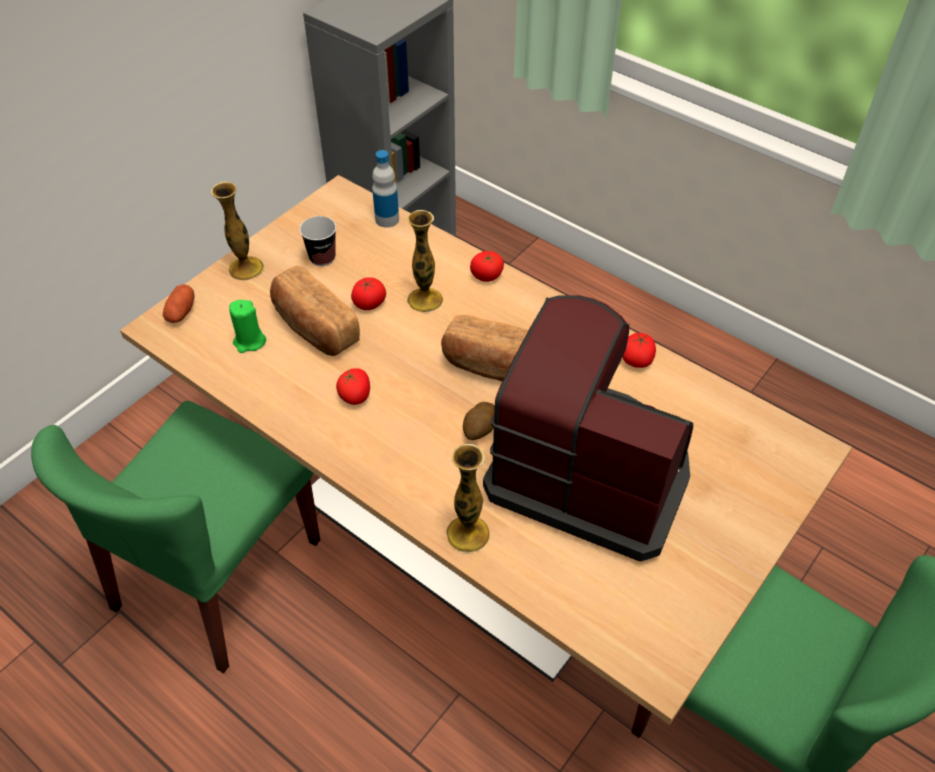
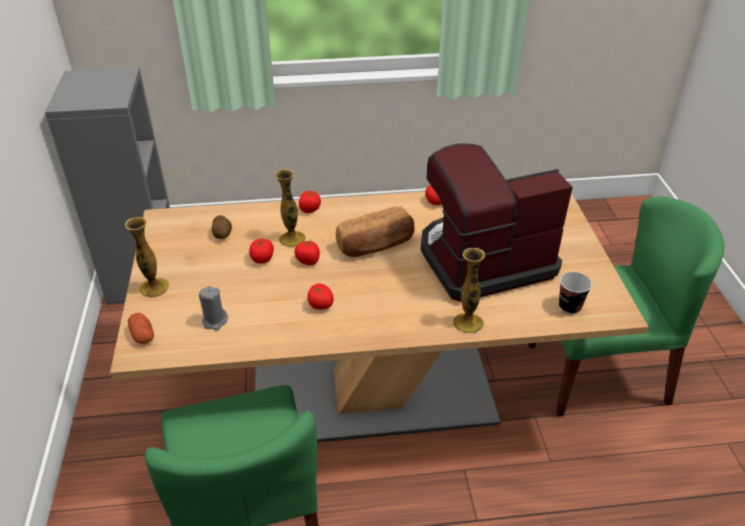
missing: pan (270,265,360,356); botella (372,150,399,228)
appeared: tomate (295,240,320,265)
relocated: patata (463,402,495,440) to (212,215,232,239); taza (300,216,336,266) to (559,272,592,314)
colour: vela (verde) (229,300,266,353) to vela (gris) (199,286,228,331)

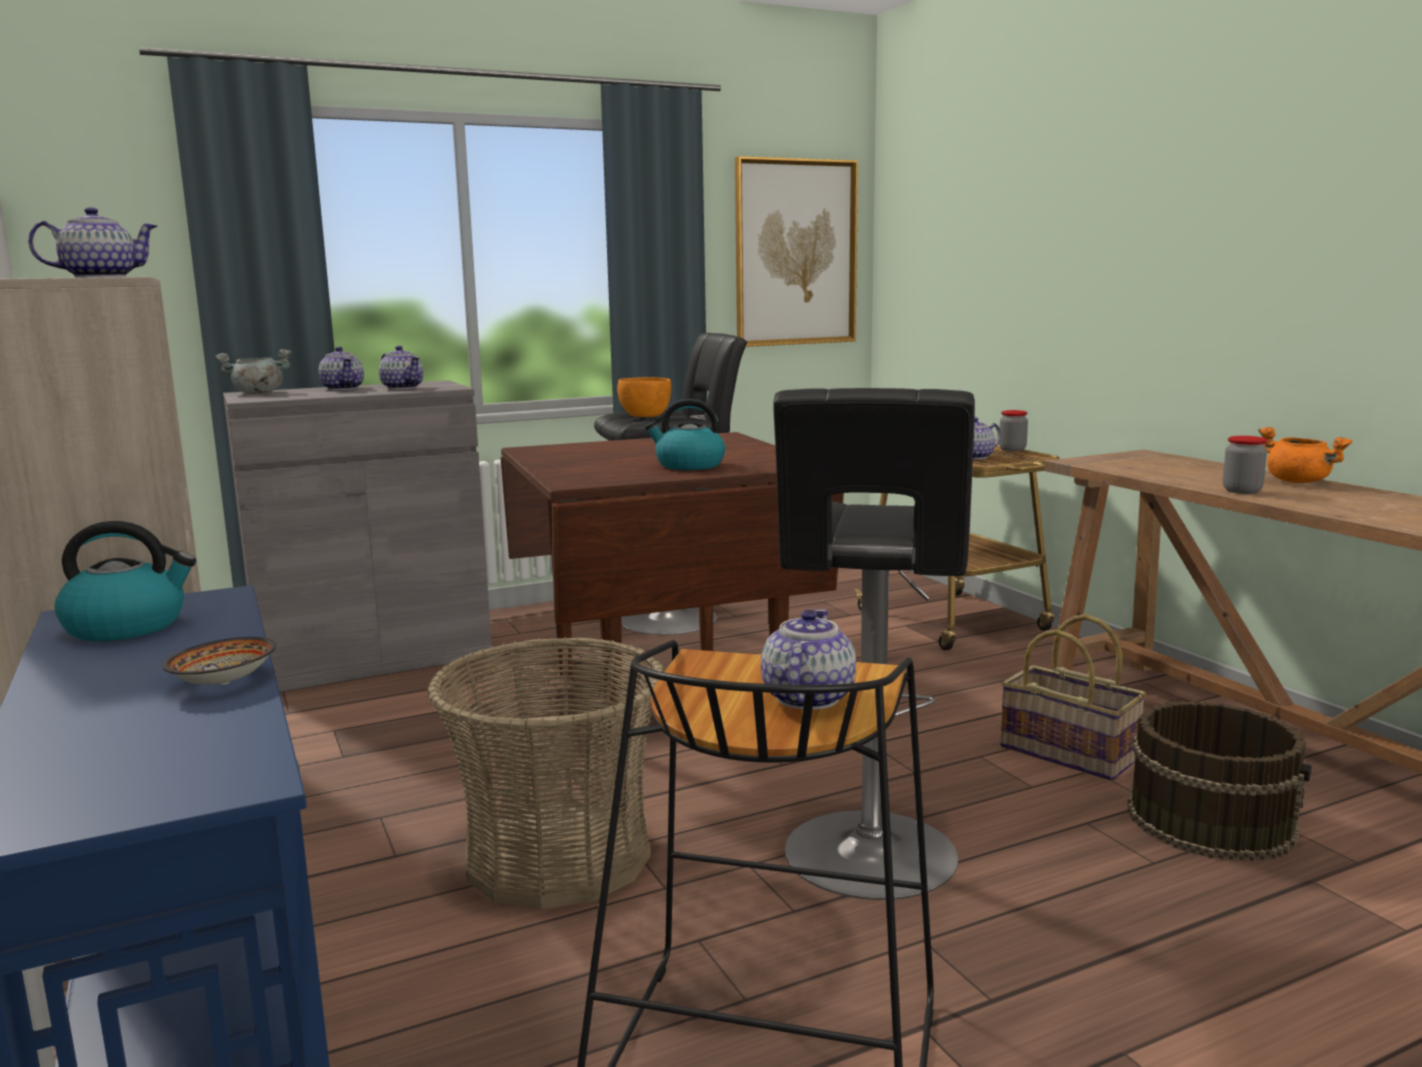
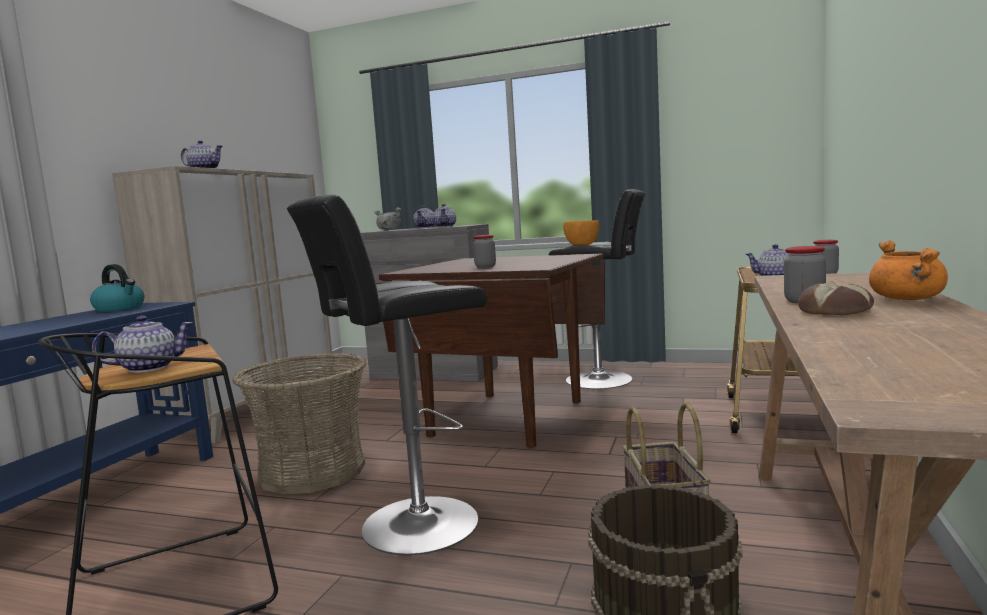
missing: cuenco (162,637,277,685); cuadro (735,156,858,347)
appeared: pan (798,281,874,315)
exchanged: hervidor (645,399,725,470) to tarro (473,235,496,268)

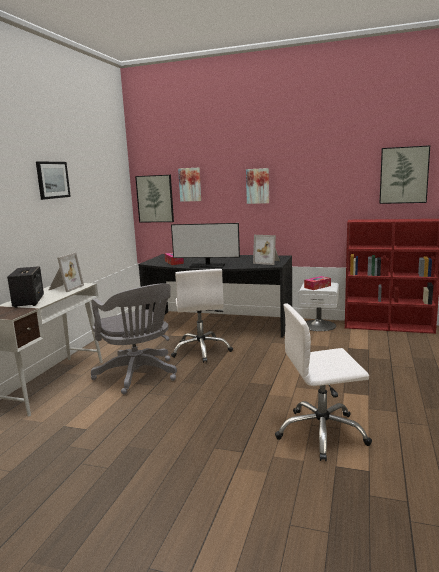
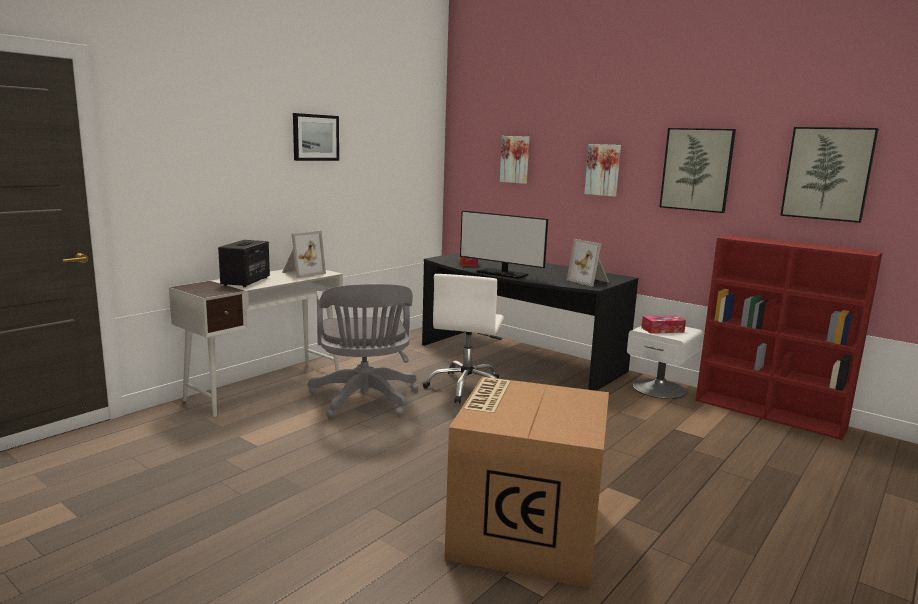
relocated: cuadro (135,175,174,223) to (659,128,736,213)
exchanged: silla de oficina (blanco) (275,303,372,461) to caja de cartón (445,377,609,588)

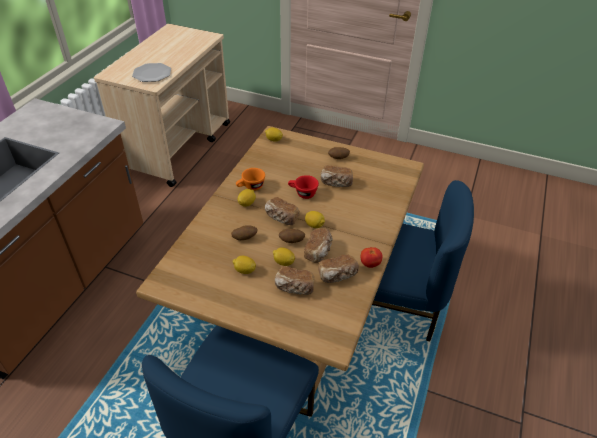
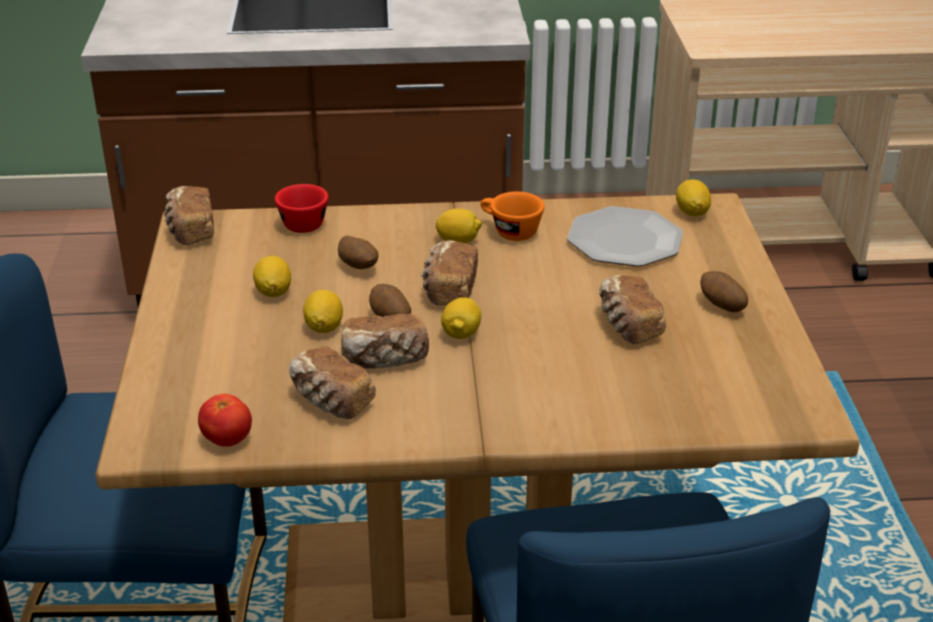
relocated: pan (275,266,314,295) to (164,186,214,245); tomate (361,247,382,268) to (198,394,252,447); taza (rojo) (288,175,319,199) to (275,184,328,233); plato (132,63,171,82) to (567,206,683,267)

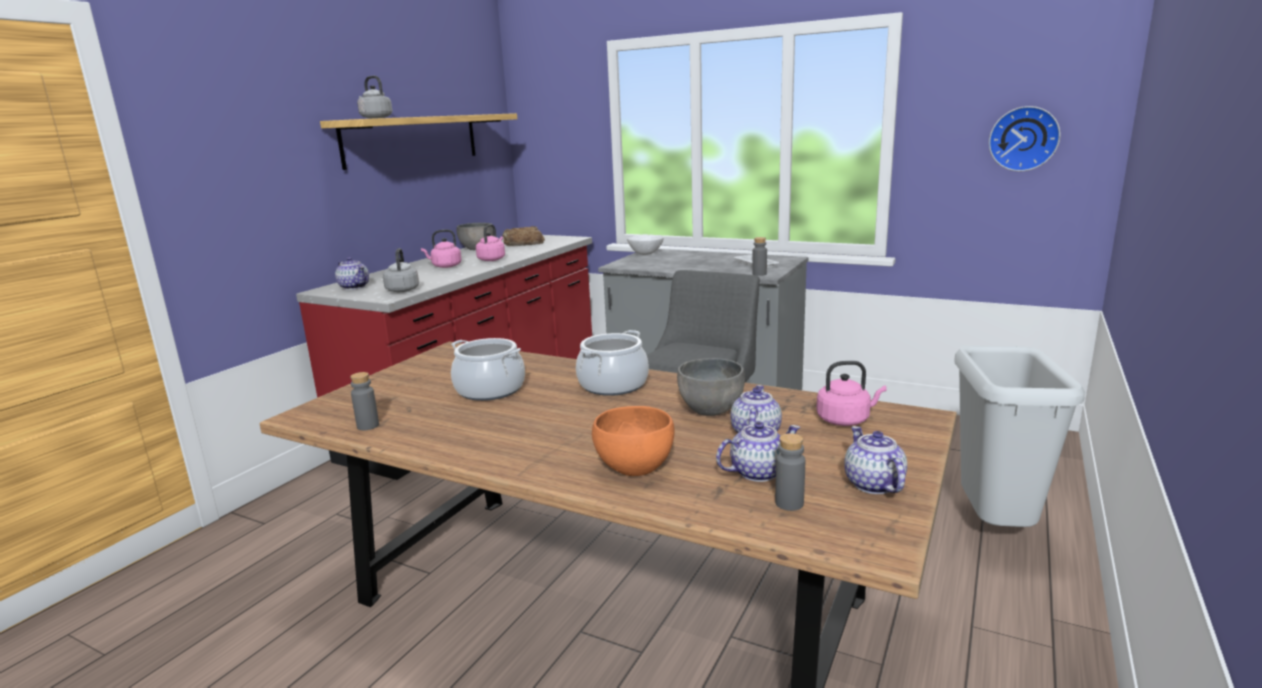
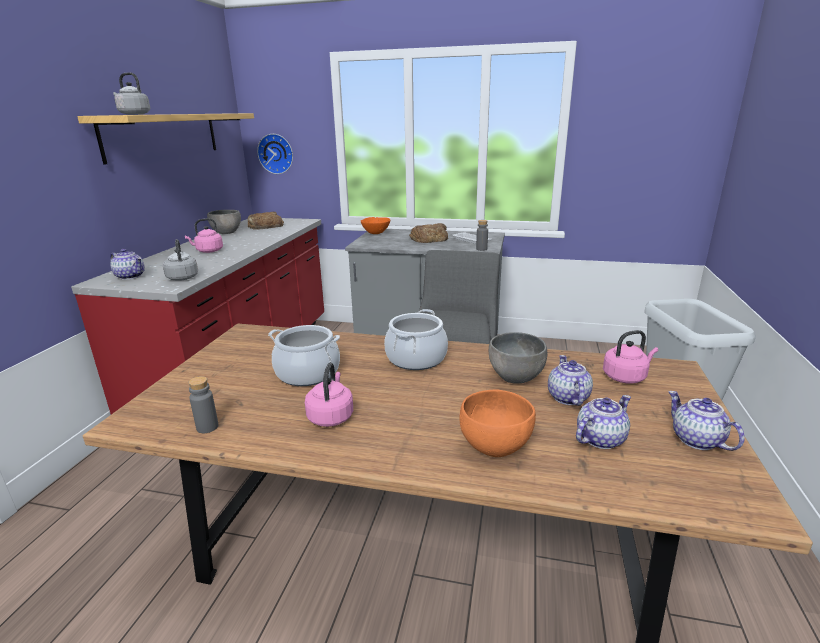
missing: botella (gris) (775,433,805,511)
appeared: pan (409,223,448,243)
relocated: reloj de pared (989,106,1061,171) to (257,134,293,174); hervidor (rosa) (476,224,505,261) to (305,363,353,427)
colour: cuenco (blanco) (627,234,664,255) to cuenco (naranja) (361,217,390,234)

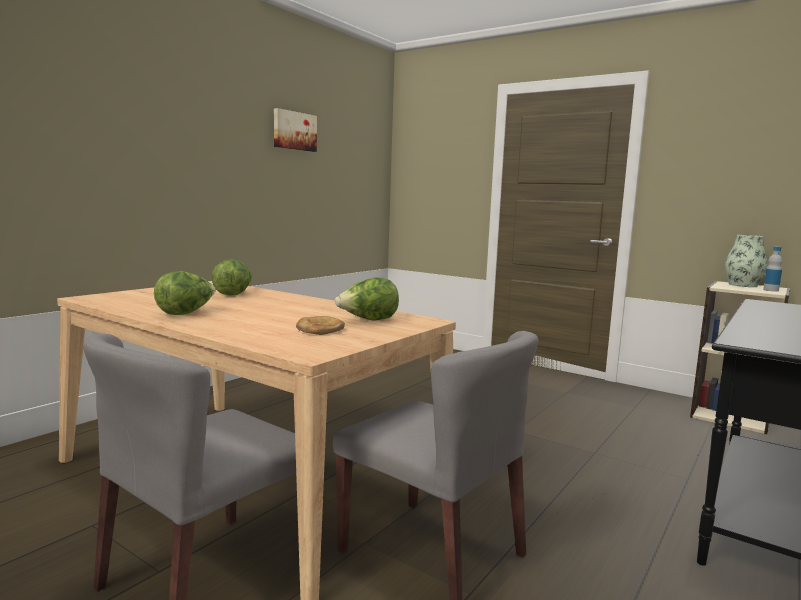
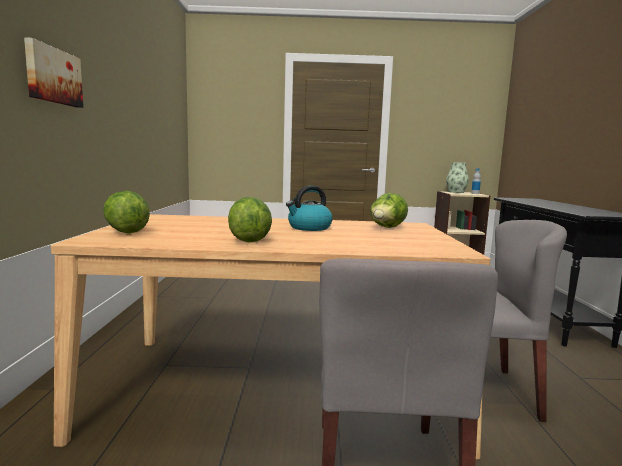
missing: pan (296,316,345,335)
appeared: hervidor (286,186,333,231)
relocated: cuadro (274,108,317,152) to (24,37,83,108); lechuga (211,259,252,296) to (103,191,150,233)

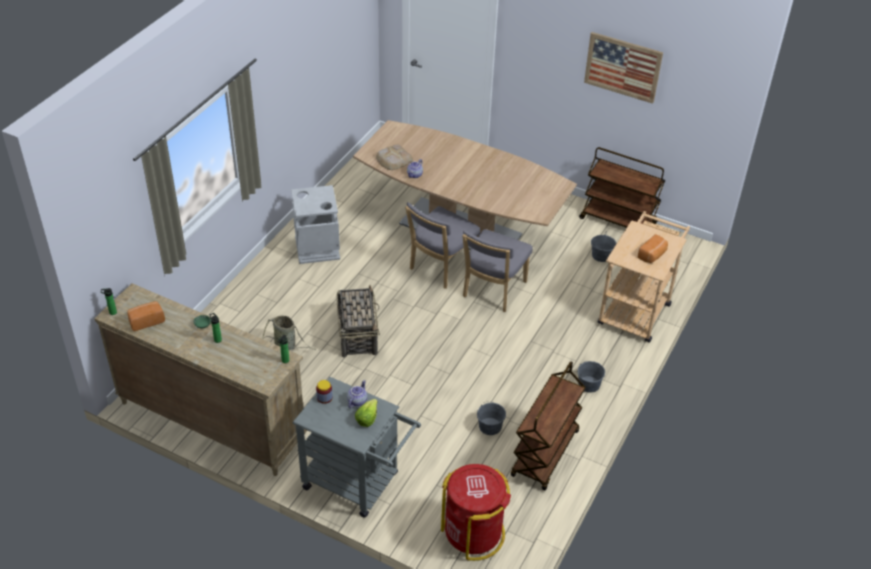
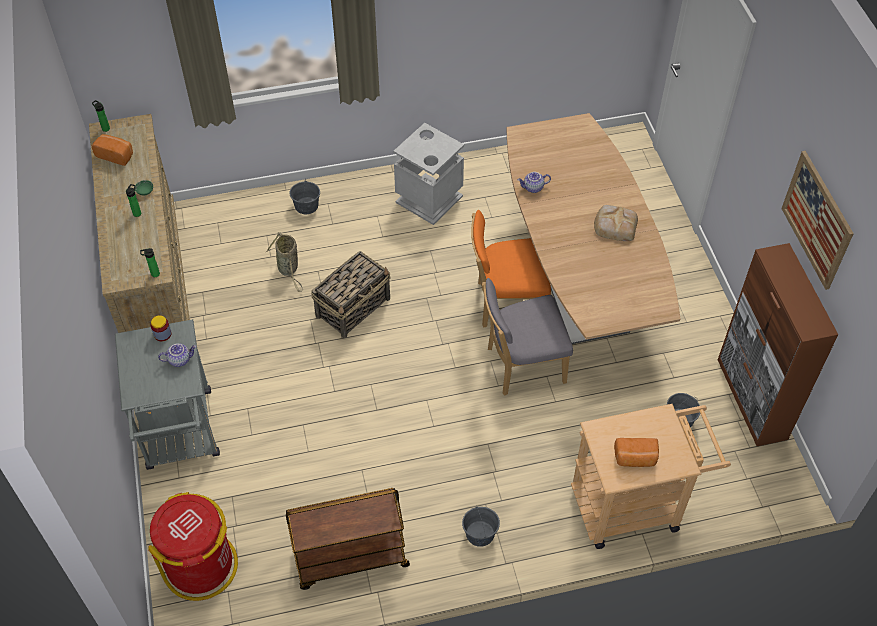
missing: lechuga (355,399,378,427)
relocated: cubo (gris) (477,401,506,435) to (289,181,320,214); pan (376,145,413,170) to (594,205,638,241)
exchanged: carrito (marrón) (579,147,665,228) to armario (marrón) (718,243,838,446)
colour: silla (gris) (405,202,480,289) to silla (naranja) (471,210,551,327)

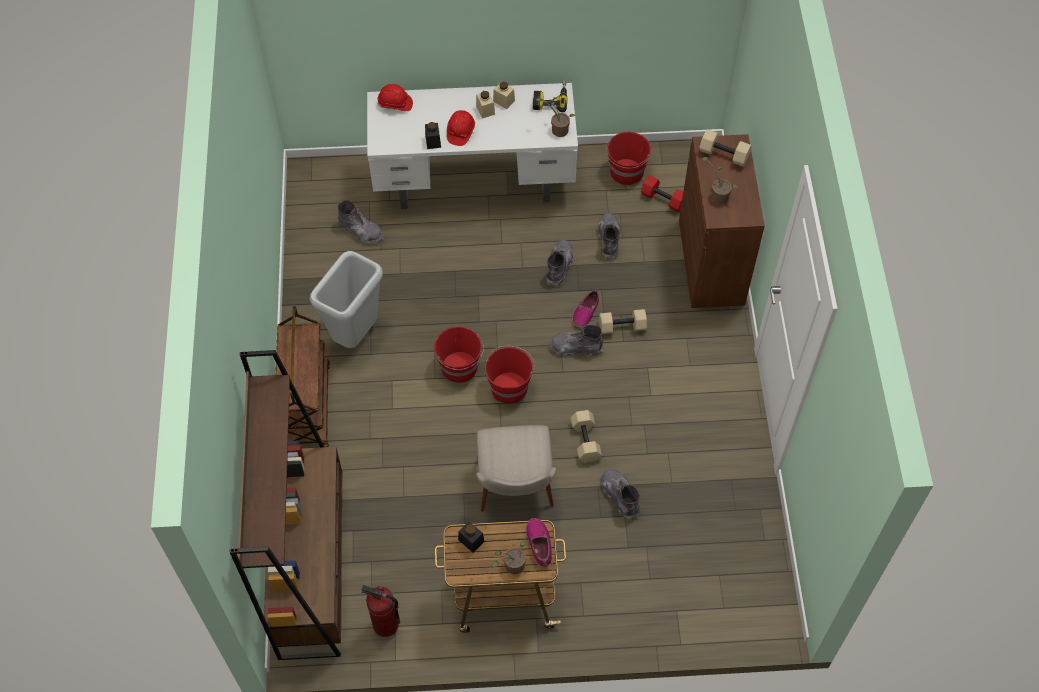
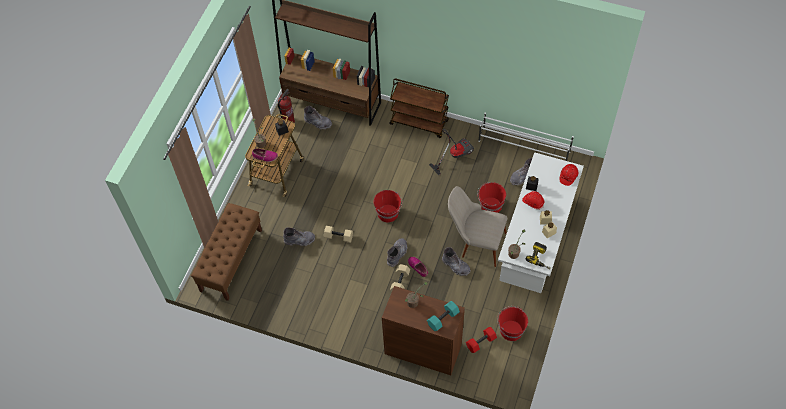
appeared: banco (marrón) (191,203,262,301); zapatero (blanco) (478,112,574,161)
relocated: bota (gris) (598,213,621,260) to (304,106,332,130); silla (beis) (476,425,556,512) to (448,186,507,267); cubo (rojo) (434,326,484,383) to (477,182,506,213)
exchanged: papelera (gris) (310,251,383,348) to aspiradora (429,129,474,175)
colour: mancuerna (beis) (699,129,752,167) to mancuerna (turquesa) (427,301,460,331)

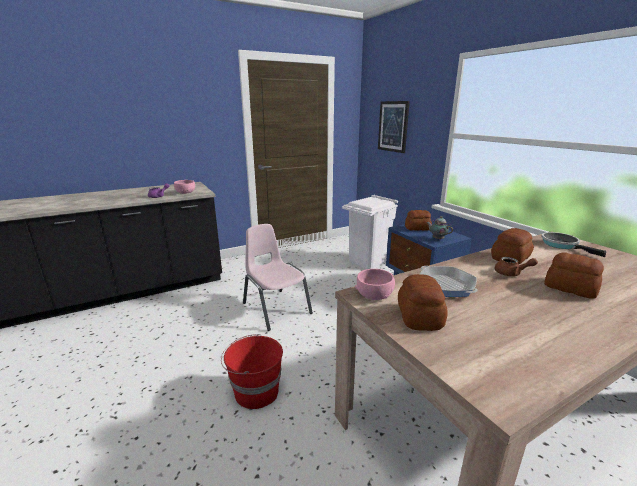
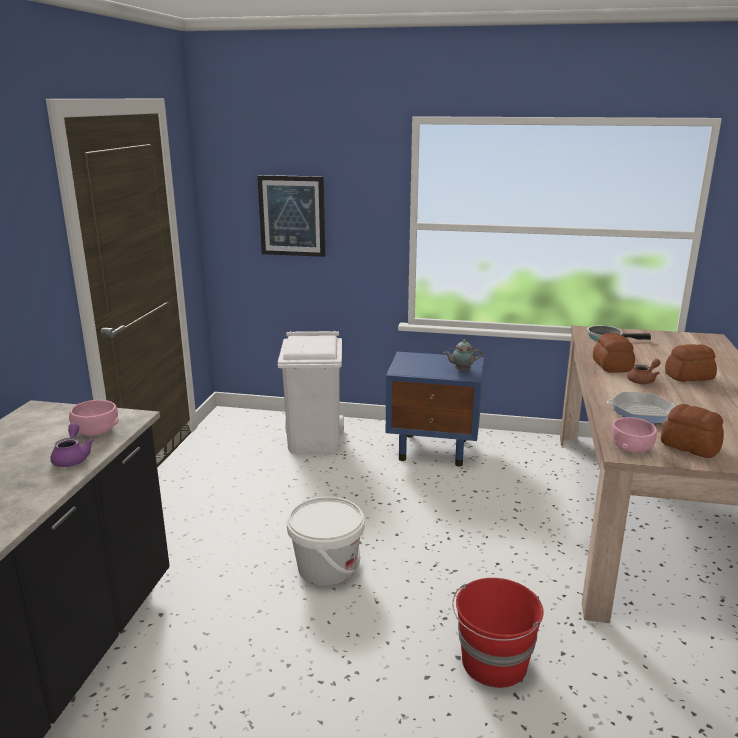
missing: pan (405,210,432,231)
exchanged: silla (rosa) (243,224,313,331) to cubo (blanco) (287,497,365,585)

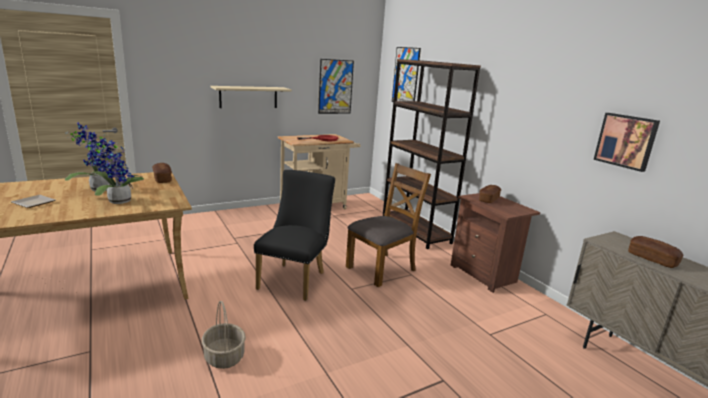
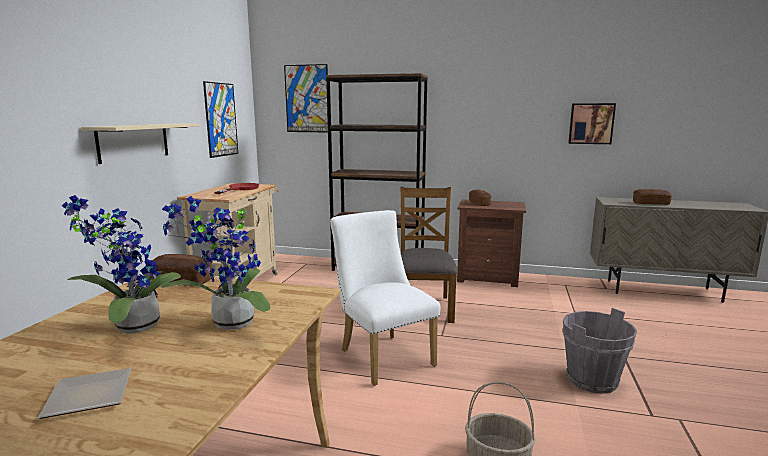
appeared: cubo (gris) (562,308,637,394)
colour: silla (negro) (254,170,335,301) to silla (blanco) (330,210,441,386)

